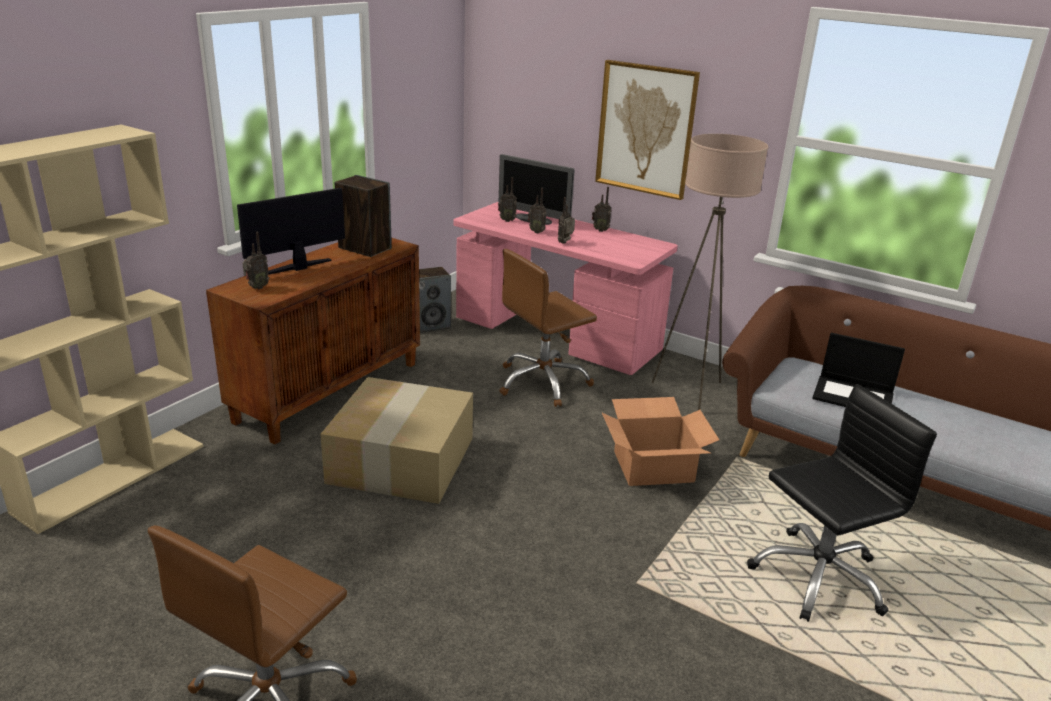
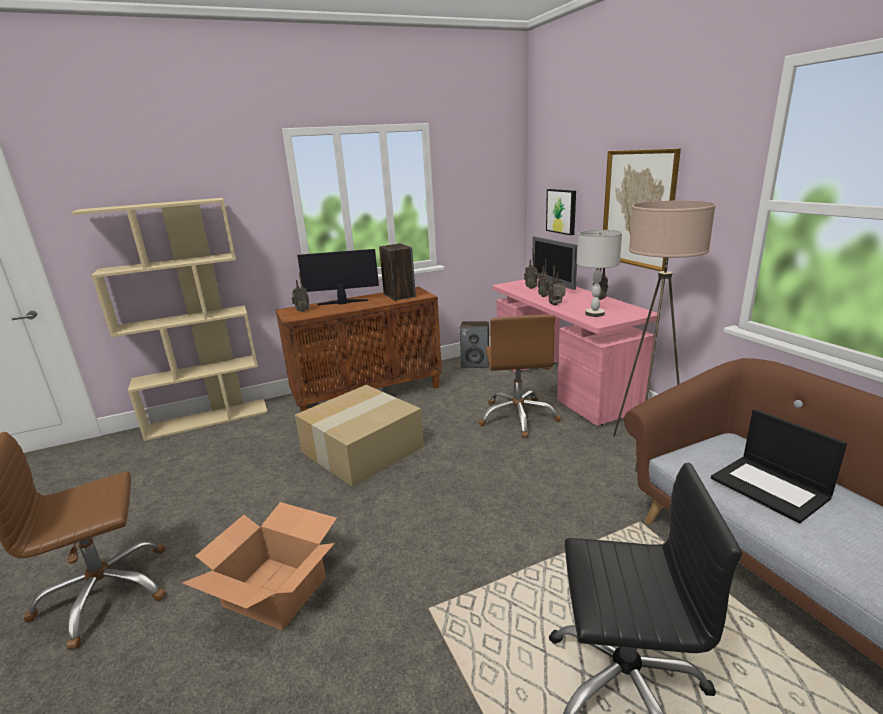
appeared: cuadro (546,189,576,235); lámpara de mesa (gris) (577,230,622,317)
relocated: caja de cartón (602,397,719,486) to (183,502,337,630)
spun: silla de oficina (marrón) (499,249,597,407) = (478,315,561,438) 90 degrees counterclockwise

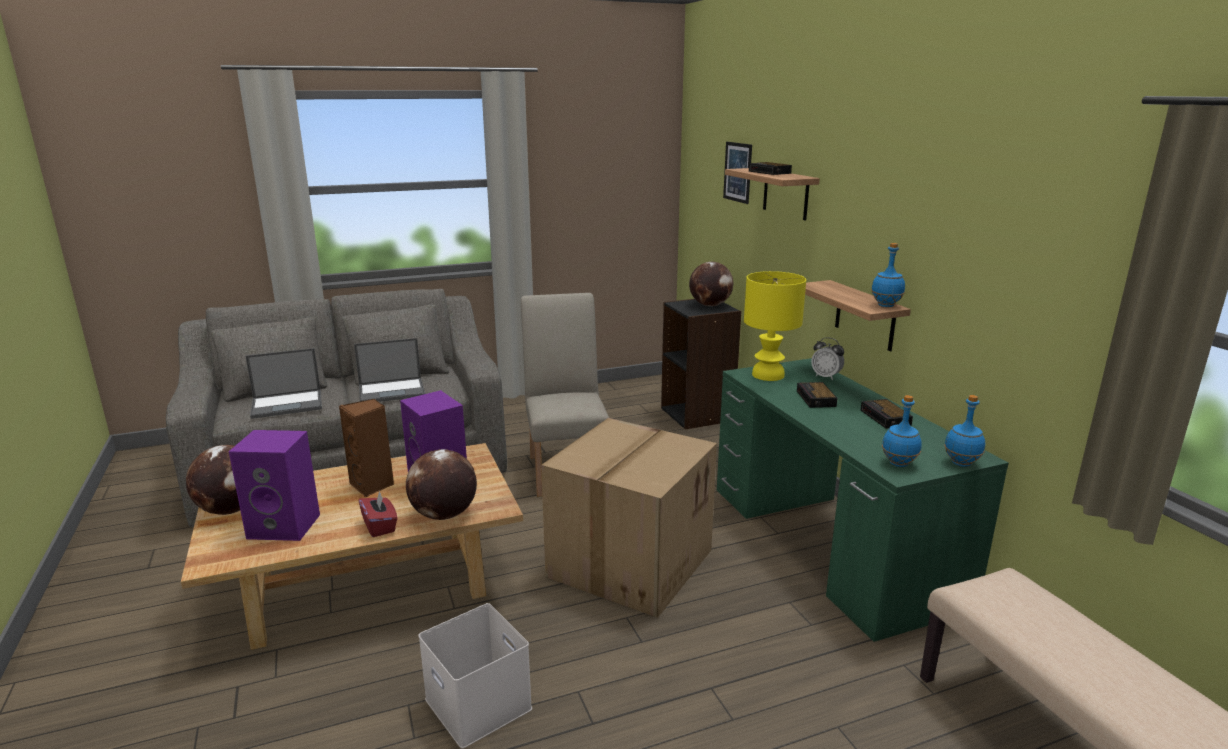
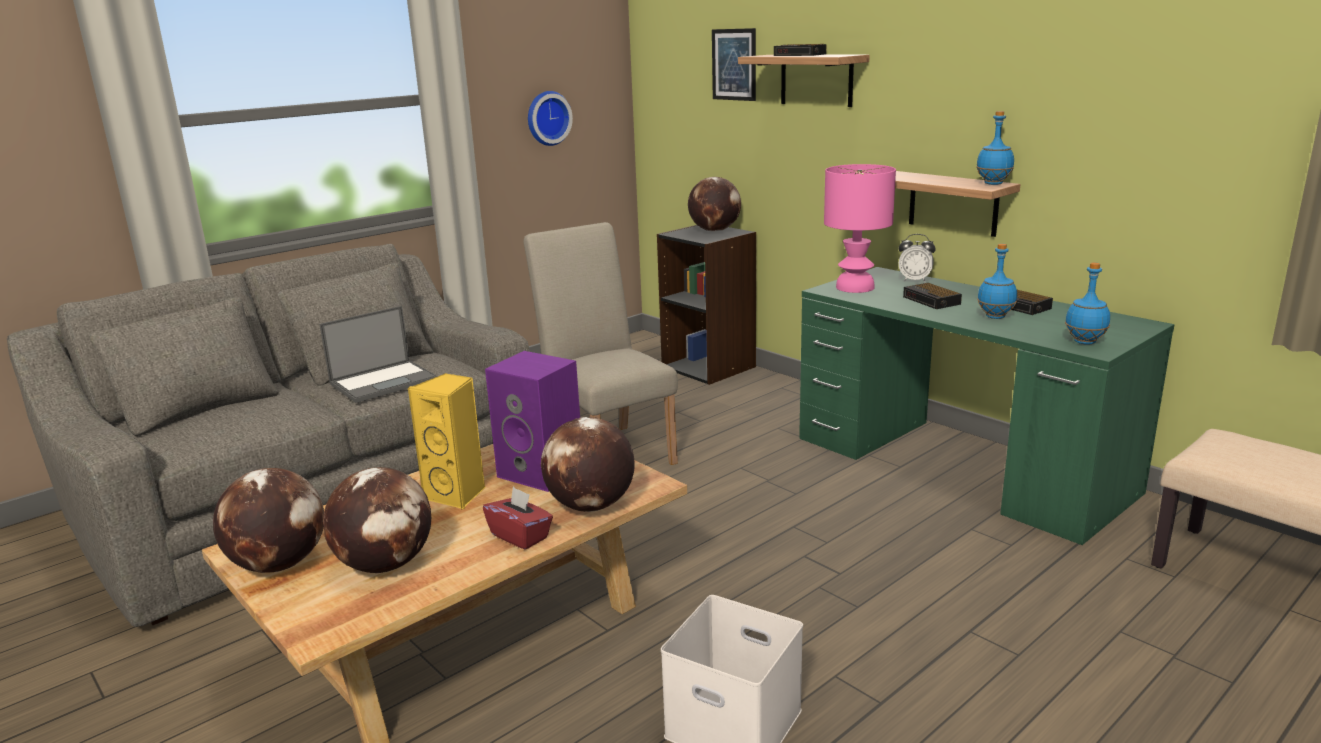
missing: portátil (245,348,322,419); caja de cartón (541,418,717,618)
appeared: reloj de pared (528,91,573,146)
relocated: botella (azul) (944,395,985,467) to (977,243,1017,319)
exchanged: altavoz (morado) (229,430,320,541) to globo terráqueo (323,467,431,573)
colour: altavoz (marrón) (339,399,394,498) to altavoz (amarillo) (407,373,485,510); lámpara de mesa (amarillo) (744,271,806,381) to lámpara de mesa (rosa) (824,164,896,293)

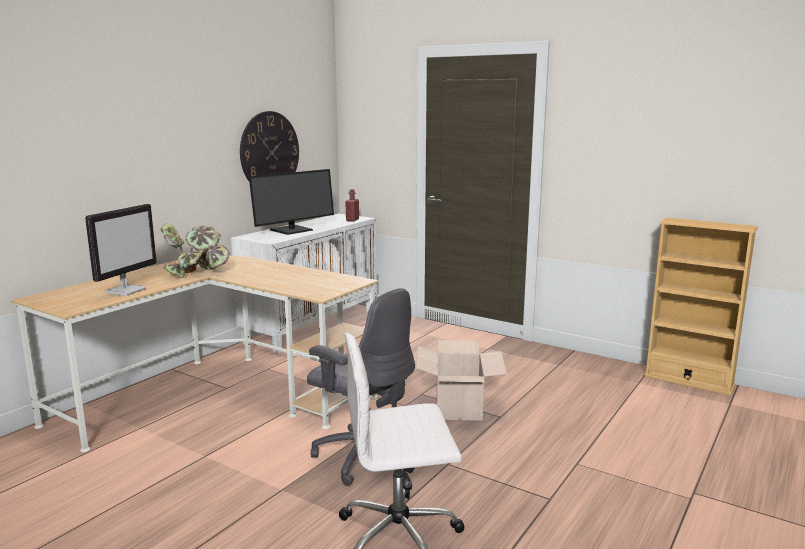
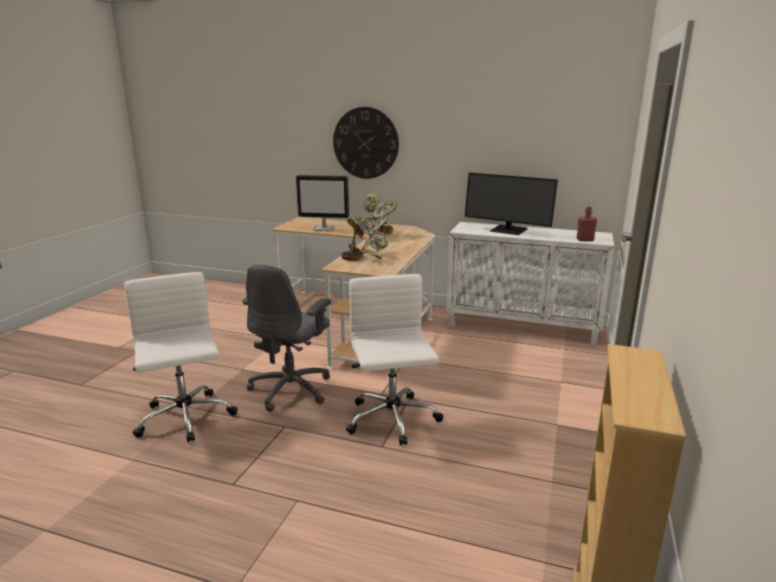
appeared: planta en maceta (341,216,388,261)
relocated: reloj de pared (240,111,299,181) to (333,107,399,179)
exchanged: caja de cartón (416,340,507,421) to silla de oficina (blanco) (346,274,443,445)

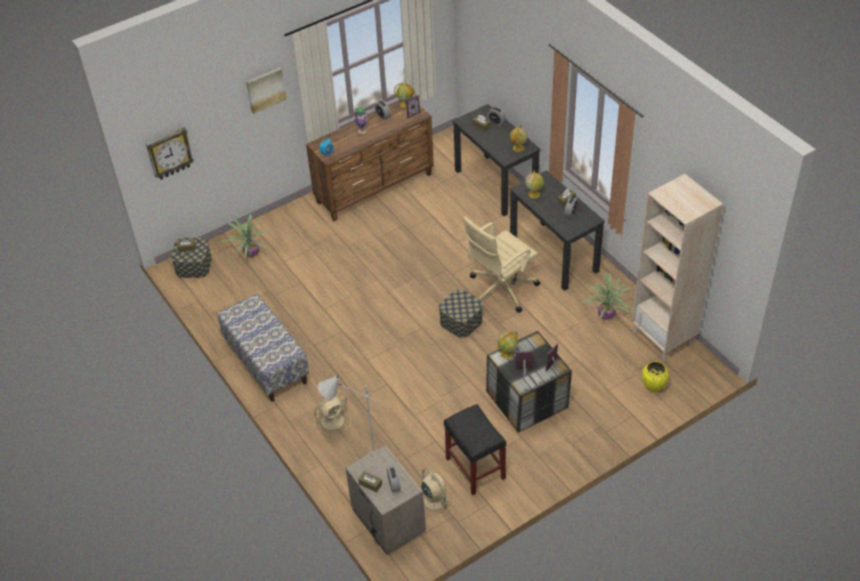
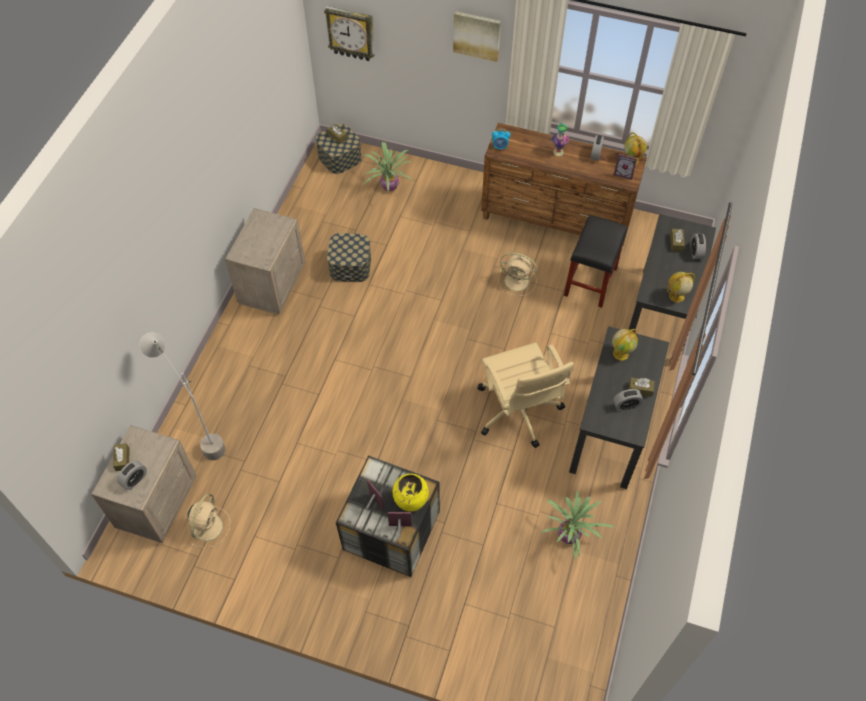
missing: globo terráqueo (497,331,518,359); estantería (beis) (632,174,723,362)
relocated: caja de almacenaje (439,290,483,338) to (327,233,371,282); florero (amarillo) (642,361,669,392) to (392,473,429,512); ventilador (beis) (313,392,351,435) to (498,253,538,296); taburete (negro) (444,404,506,495) to (564,215,627,308)
exchanged: banco (218,294,309,402) to mesita de noche (beis) (225,208,305,315)
spun: silla de oficina (beis) (463,217,540,313) = (477,343,574,448) 120 degrees counterclockwise

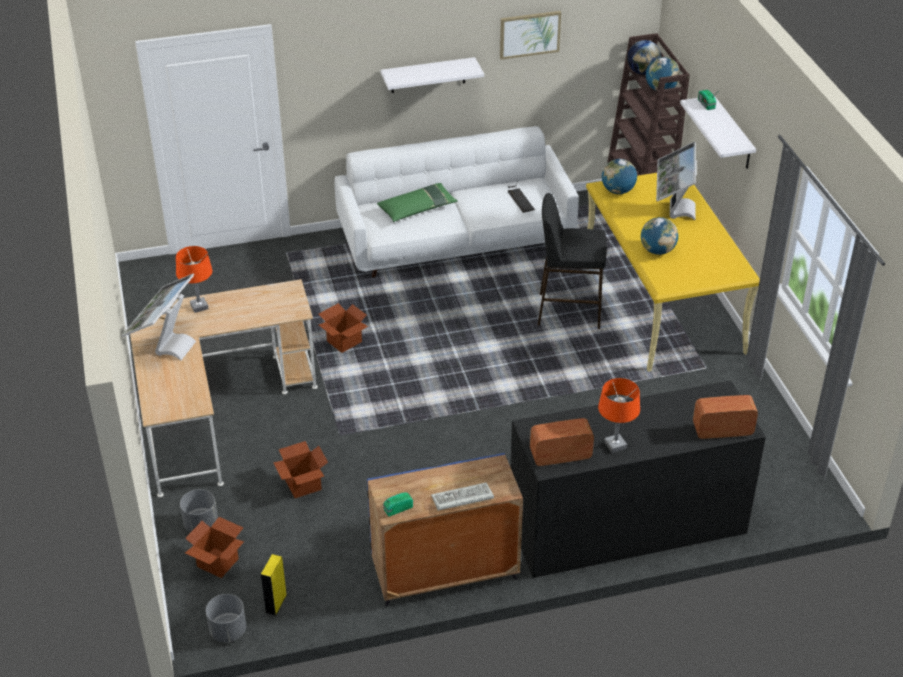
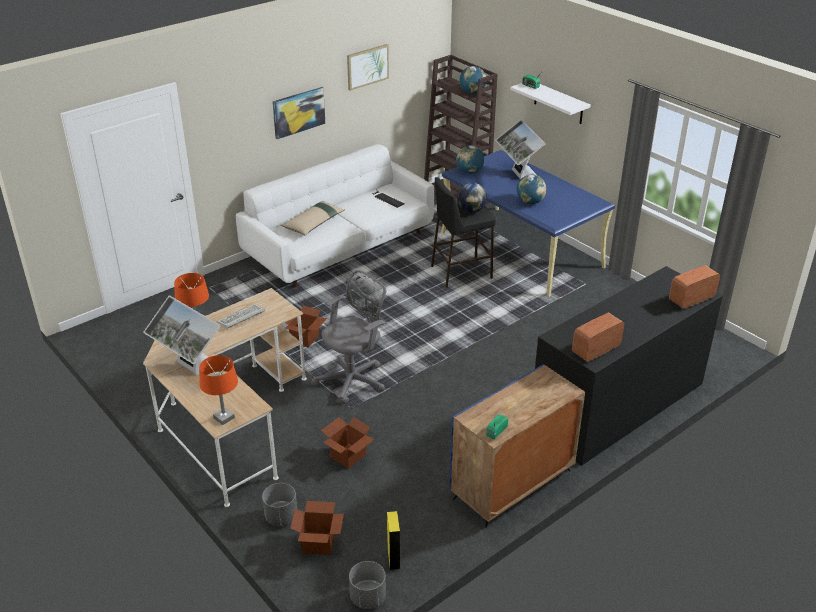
appeared: silla de oficina (gris) (311,270,386,404)
relocated: lámpara de mesa (naranja) (598,378,640,453) to (199,355,238,425); teclado (431,483,494,511) to (217,304,265,329); globo terráqueo (627,40,661,75) to (457,183,487,213)
exchanged: estante (blanco) (380,57,484,93) to cuadro (272,87,325,139)
colour: cojín (verde) (377,183,458,222) to cojín (beis) (282,201,345,235); escritorio (amarillo) (586,173,760,372) to escritorio (azul) (441,150,615,297)
spun: monitor (121,274,196,361) = (143,295,221,375) 45 degrees counterclockwise

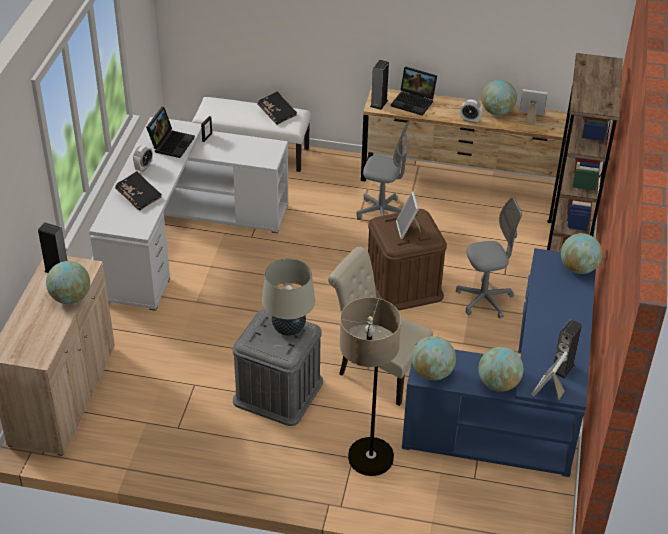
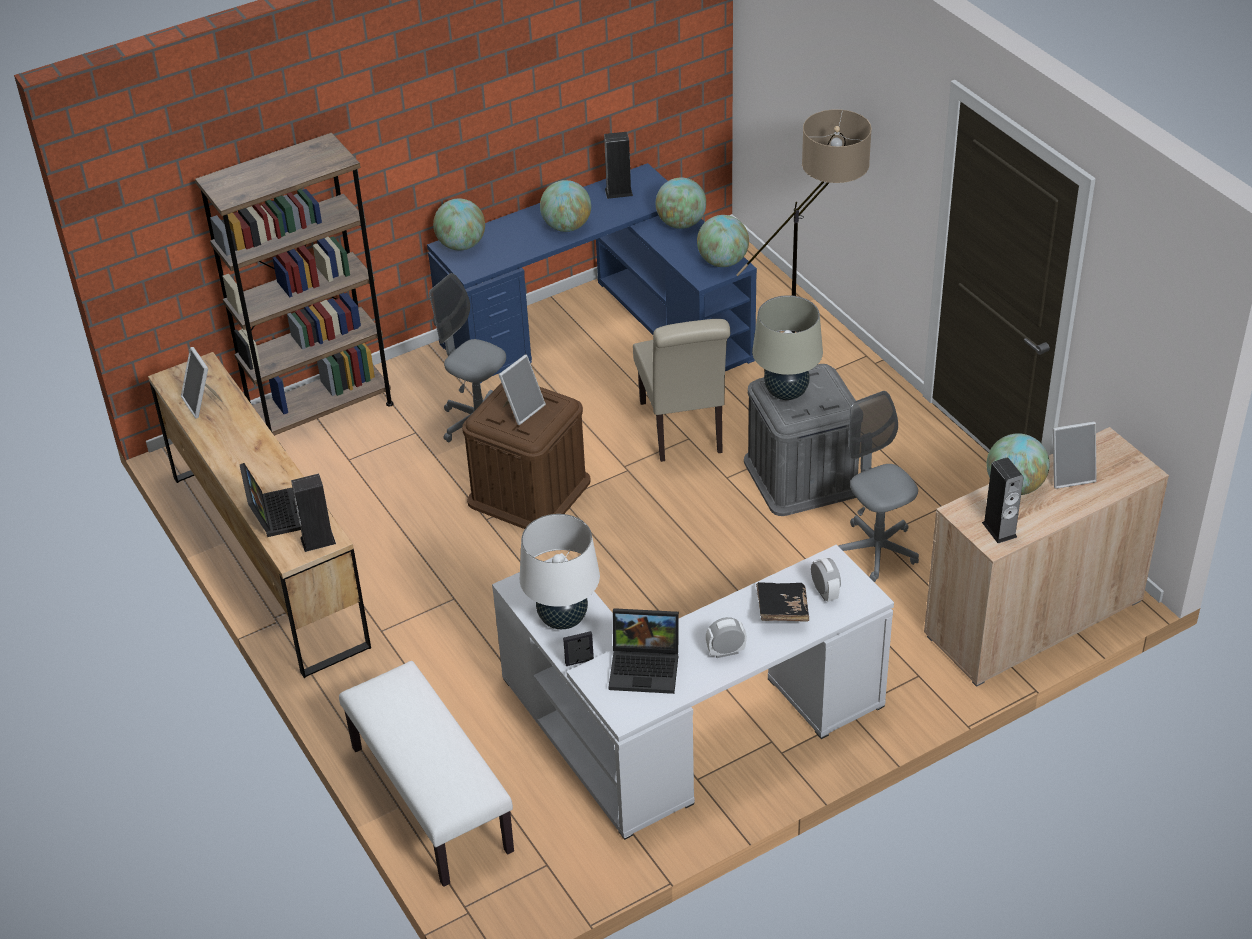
missing: libro (negro) (257,91,297,125)
appeared: lámpara de mesa (blanco) (520,514,600,629)
relocated: globo terráqueo (481,80,517,115) to (540,180,591,232); despertador (460,99,483,123) to (811,558,841,602); silla de oficina (gris) (356,120,410,220) to (838,391,919,582); portarretratos (531,352,568,400) to (1053,421,1097,489)
spun: portátil (146,107,195,158) = (609,608,679,694) 150 degrees counterclockwise

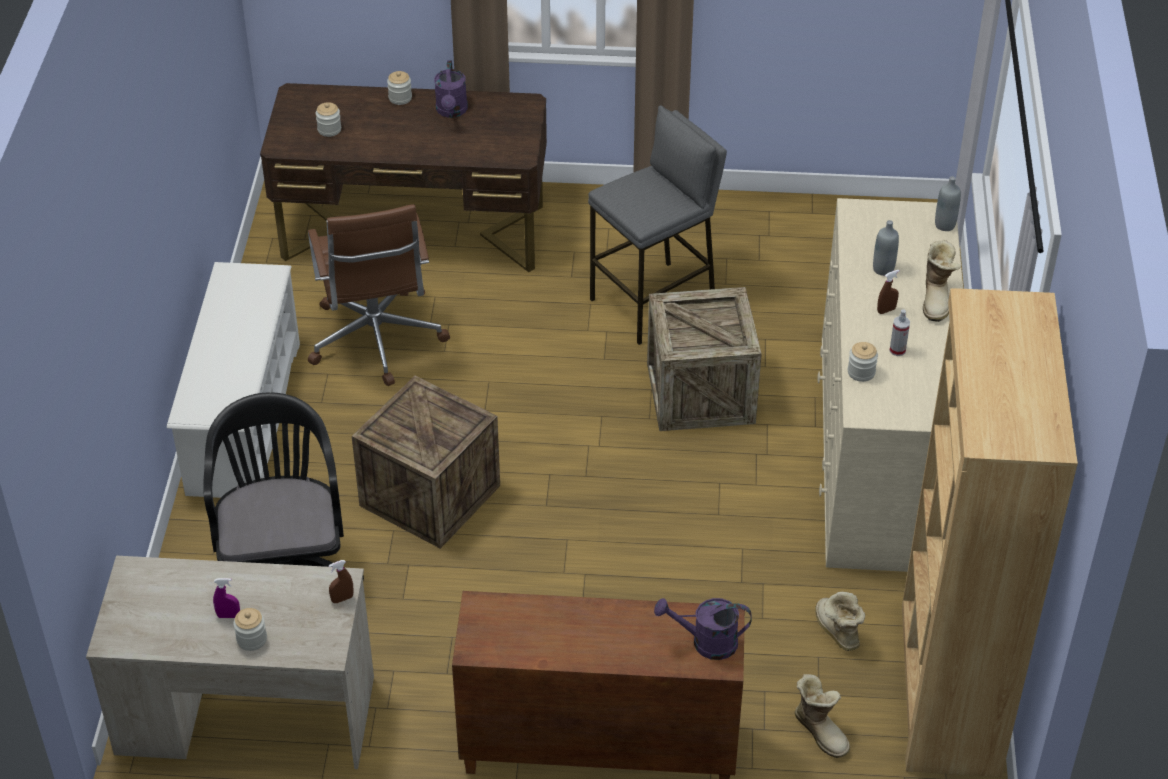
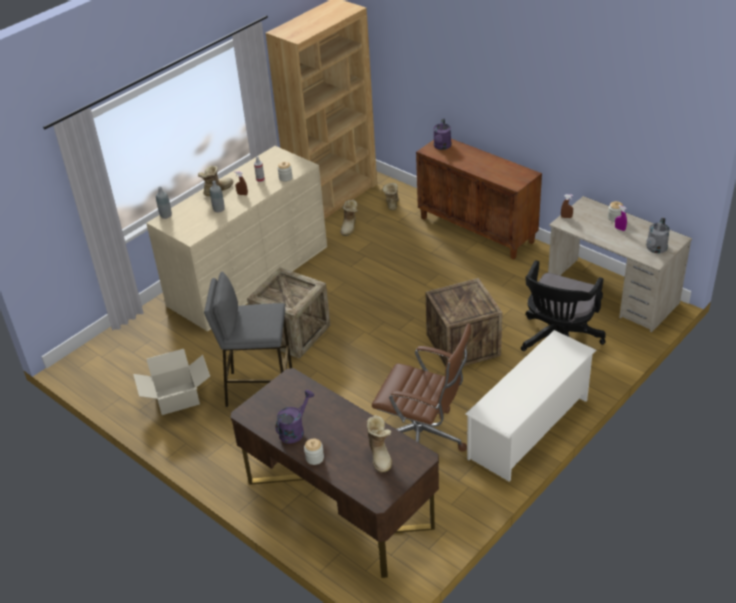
appeared: caja de cartón (133,349,210,415); regadera (gris) (647,217,670,253)
exchanged: tarro (316,102,341,137) to bota (367,415,392,473)
spun: silla de oficina (marrón) (308,204,450,386) = (372,323,472,451) 90 degrees clockwise; regadera (morado) (654,598,752,660) = (433,118,451,150) 60 degrees clockwise

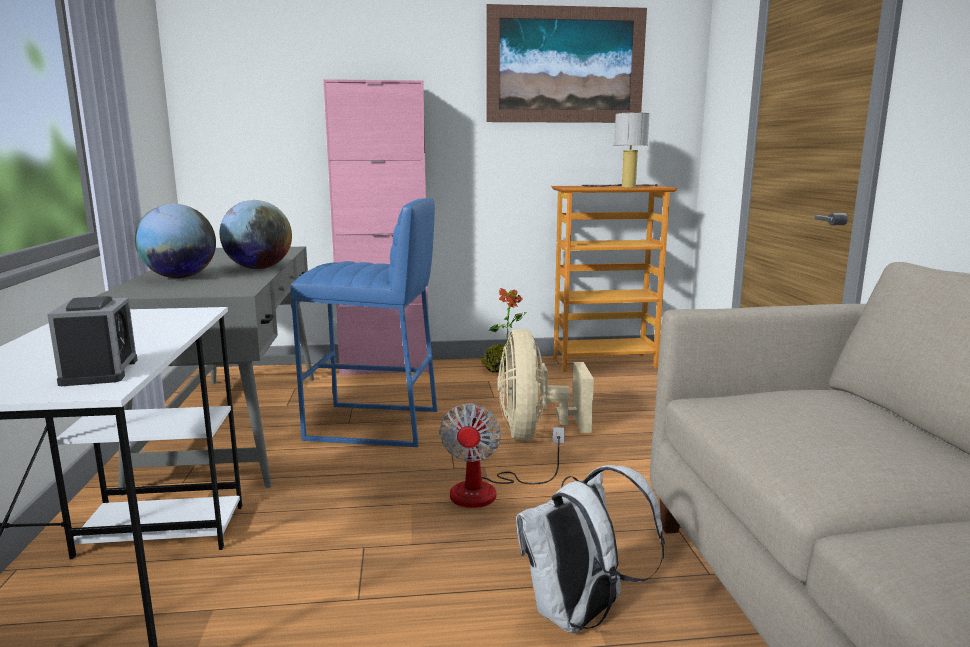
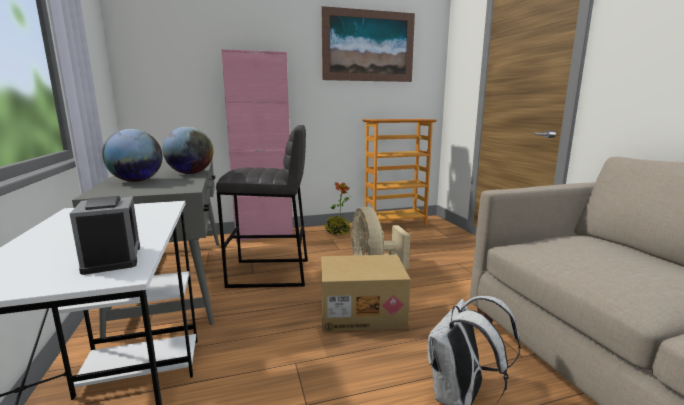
missing: lámpara de mesa (582,113,658,188)
exchanged: ventilador (439,403,565,508) to caja de cartón (321,255,411,332)
colour: taburete (azul) (290,198,438,447) to taburete (gris) (216,125,308,288)

